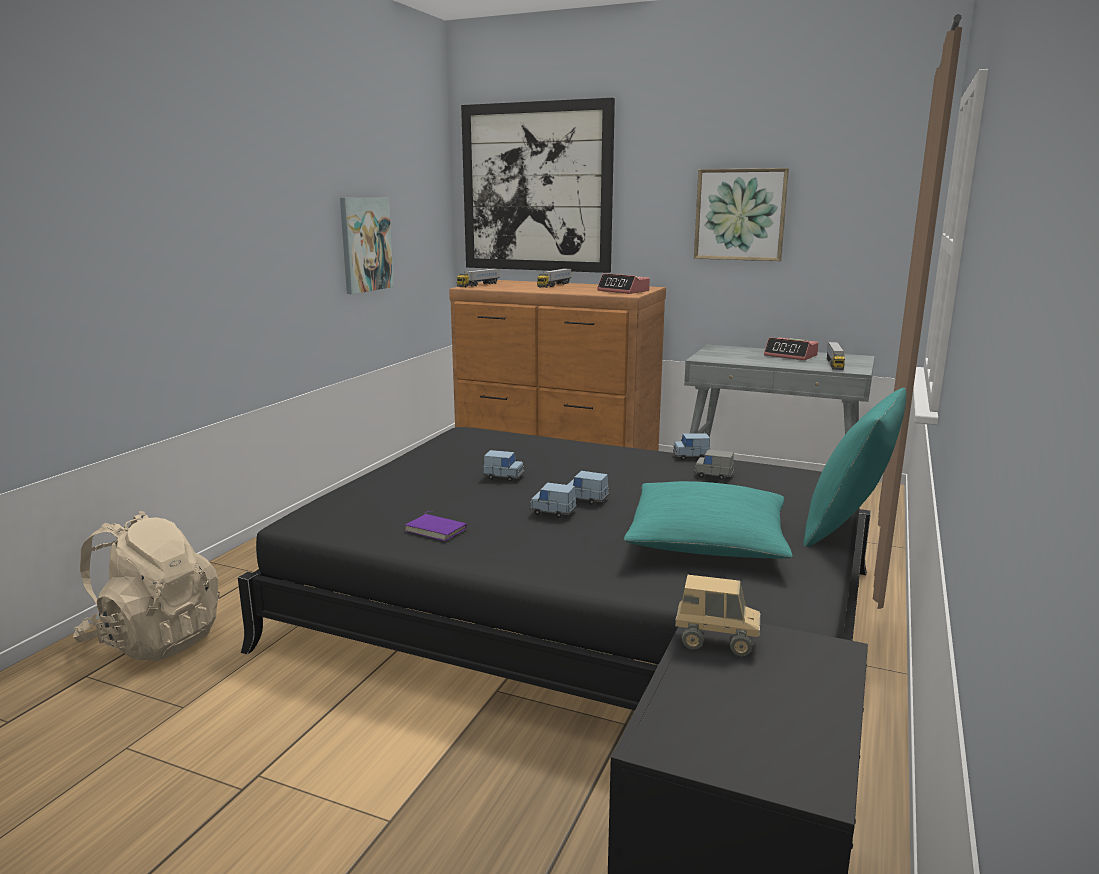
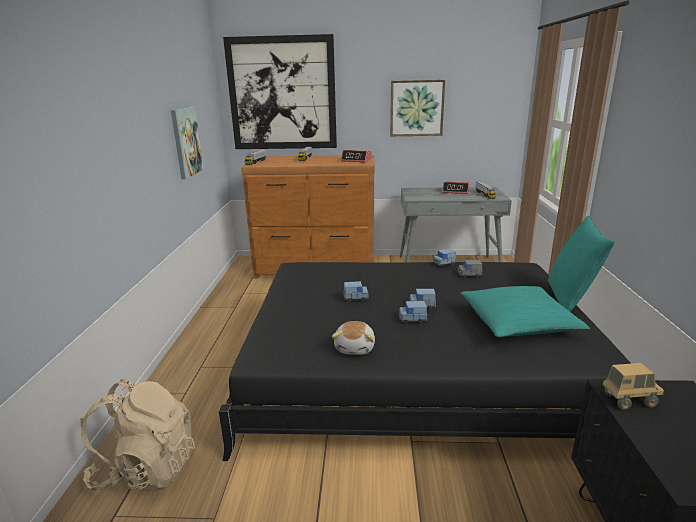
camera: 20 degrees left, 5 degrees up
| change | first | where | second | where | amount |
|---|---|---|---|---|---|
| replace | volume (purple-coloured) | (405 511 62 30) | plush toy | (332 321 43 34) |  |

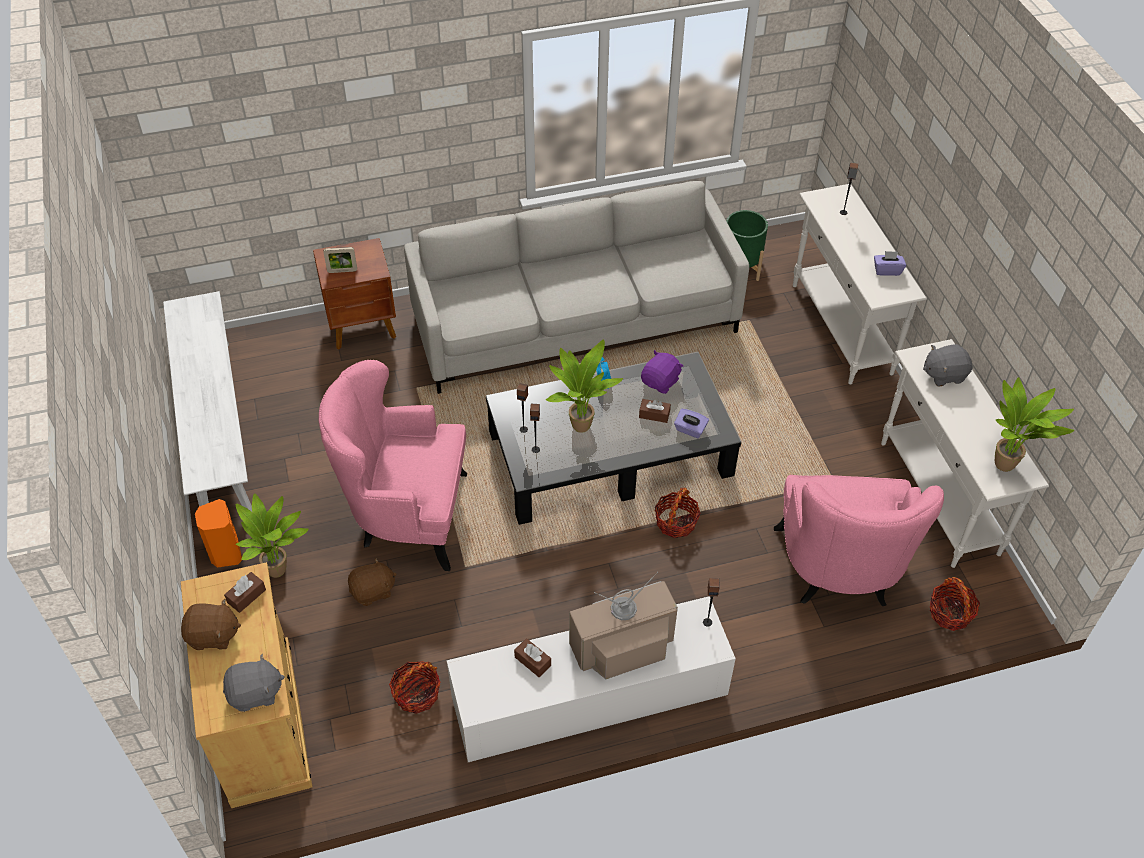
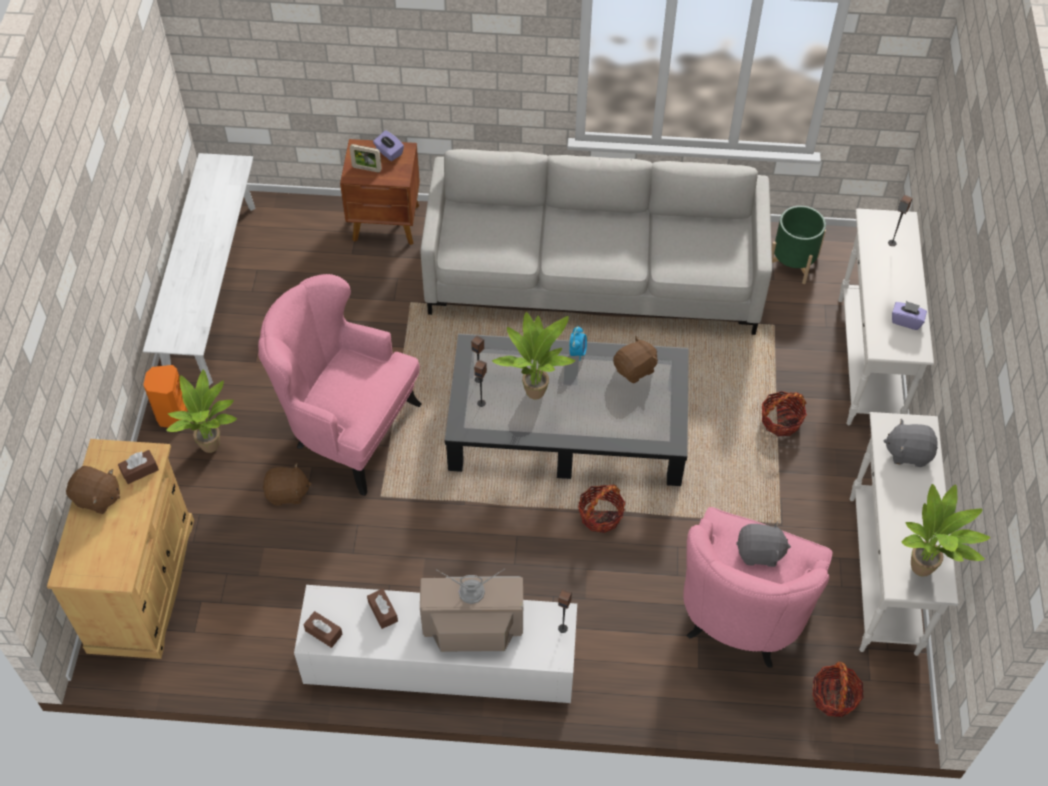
camera: 20 degrees right, 5 degrees up
| change | first | where | second | where | amount |
|---|---|---|---|---|---|
| move | tissue box (brownish) | (639 399 32 24) |  | (303 611 40 37) |  |
| move | tissue box (purple-coloured) | (674 409 35 29) |  | (373 131 31 30) |  |
| recolor | plush toy (purple-coloured) | (641 350 42 44) | plush toy (brownish) | (613 336 45 47) |  |
| move | plush toy (gray) | (223 654 61 58) |  | (736 521 55 46) |  |
| move | household basket | (389 661 51 53) |  | (762 391 45 45) |  |

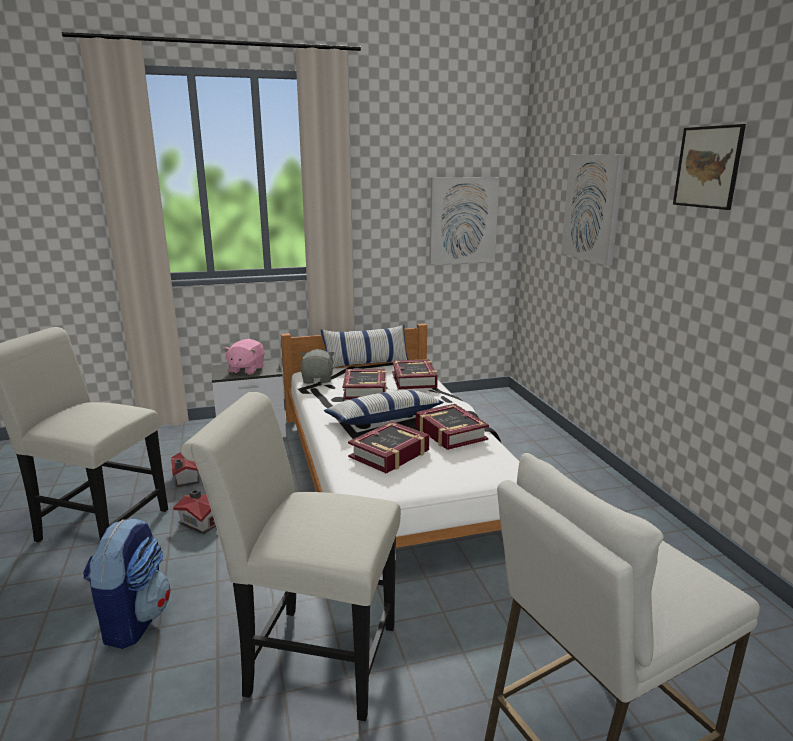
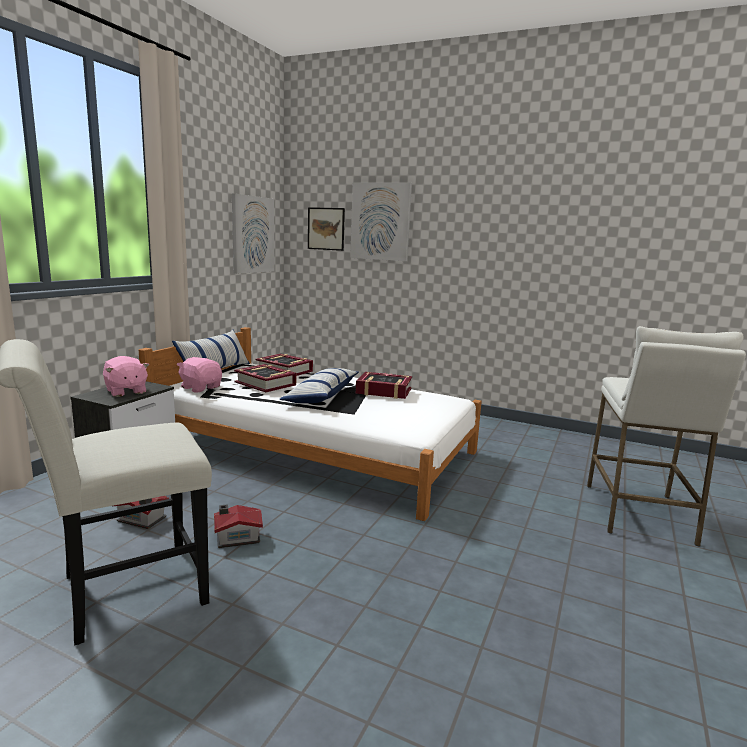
camera: 50 degrees left, 5 degrees down
| change | first | where | second | where | amount |
|---|---|---|---|---|---|
| recolor | plush toy (gray) | (300 349 35 35) | plush toy (pink) | (177 357 45 36) |  |
| move | wall art | (673 124 73 86) |  | (308 207 37 44) |  |
| delete | knapsack | (83 518 88 131) |  |  |  |
| delete | plain chair (whitish) | (180 392 221 329) |  |  |  |
| delete | volume | (348 421 81 53) |  |  |  |

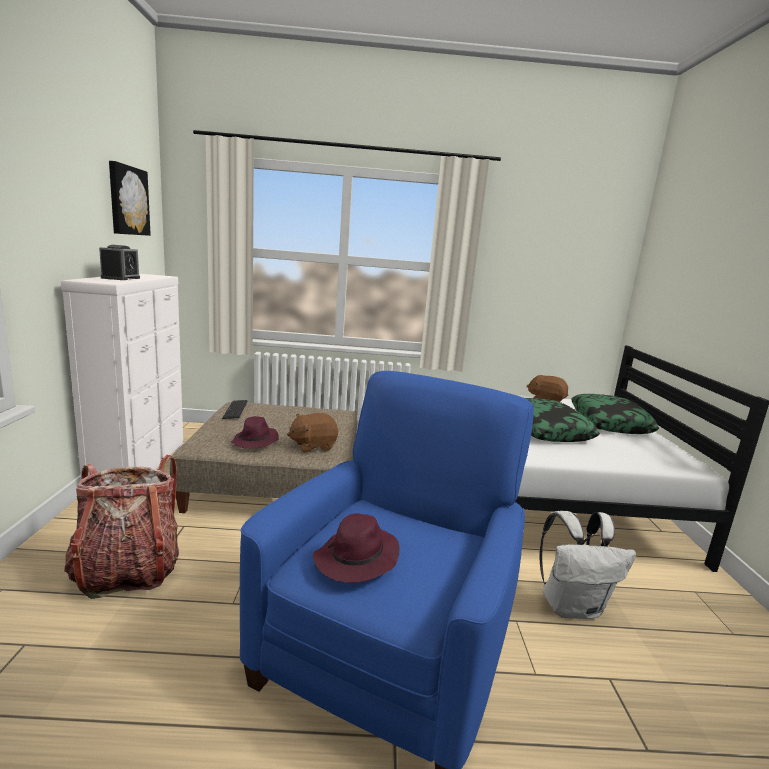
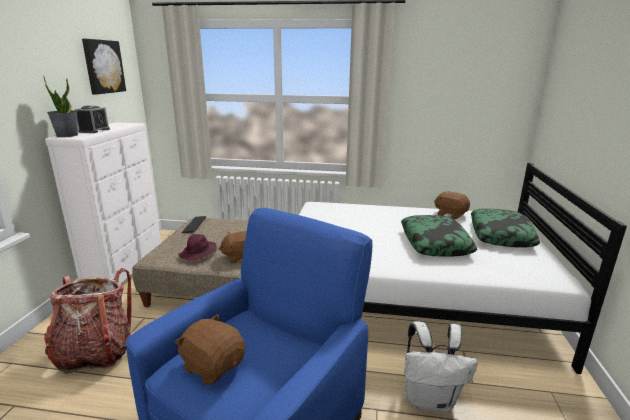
camera: 10 degrees right, 5 degrees up
| change | first | where | second | where | amount |
|---|---|---|---|---|---|
| insert |  |  | potted plant | (43 76 35 61) |  |
| replace | clothing hat (purple-coloured) | (313 513 86 70) | plush toy (brownish) | (175 314 70 72) |  |

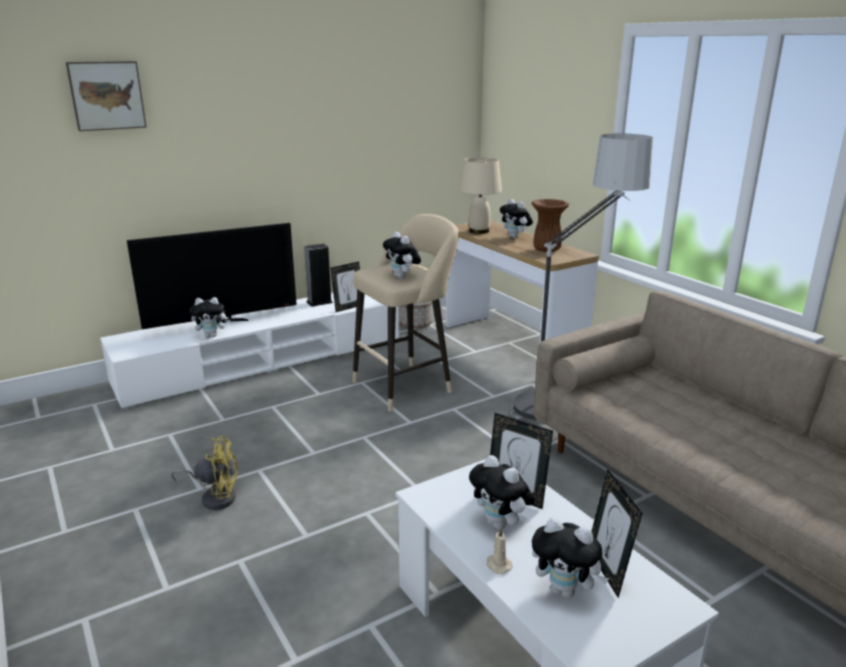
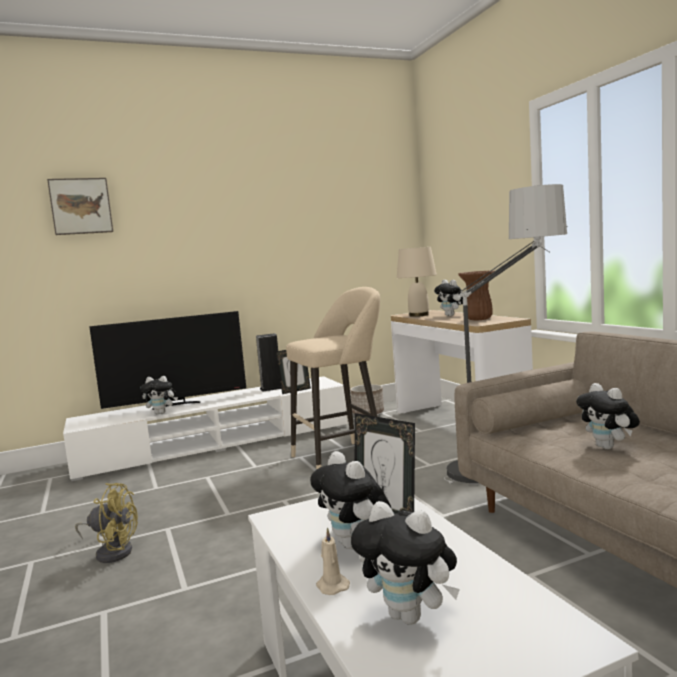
camera: 10 degrees right, 15 degrees down
| change | first | where | second | where | amount |
|---|---|---|---|---|---|
| move | plush toy | (383 232 38 46) |  | (576 383 64 66) |  |
| delete | picture frame | (592 469 51 129) |  |  |  |

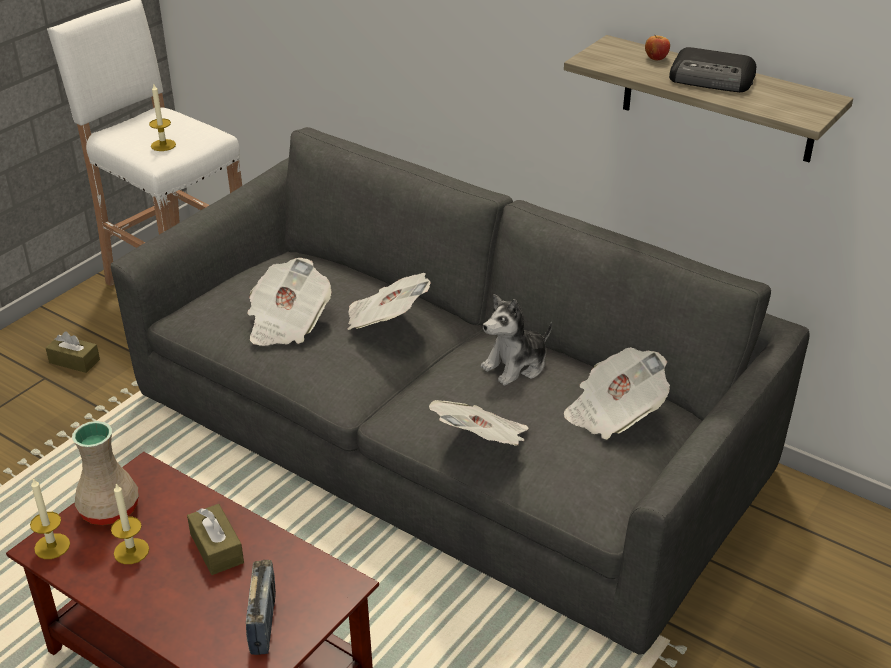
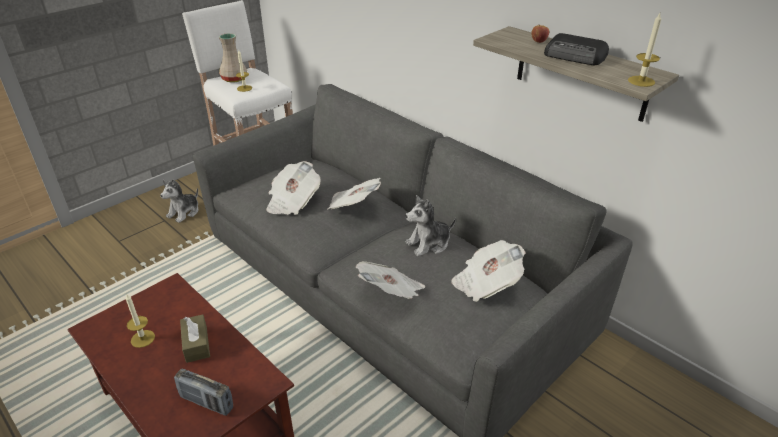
camera: 10 degrees right, 0 degrees up
| change | first | where | second | where | amount |
|---|---|---|---|---|---|
| replace | tissue box (brownish) | (46 331 54 42) | plush toy | (160 179 39 44) |  |
| rotate | radio set | (246 560 30 95) |  | (174 369 59 47) | 105 degrees clockwise |
| move | vase (beige-coloured) | (72 421 67 104) |  | (219 33 28 49) |  |
| move | wax candle | (30 478 40 81) |  | (628 13 33 74) |  |

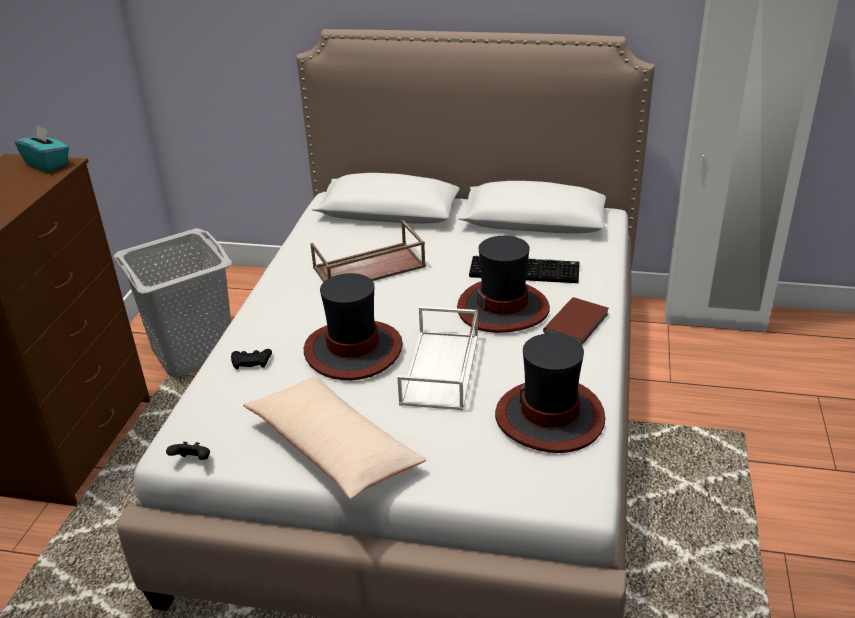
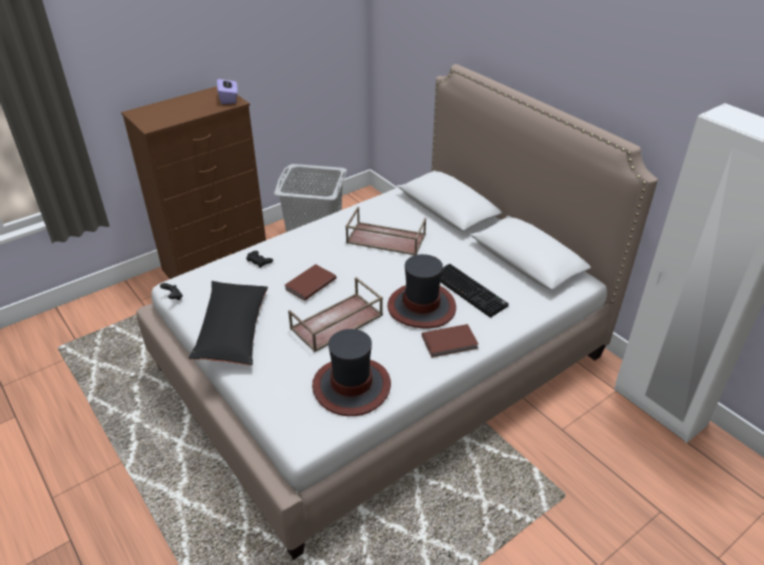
camera: 40 degrees right, 5 degrees up
| change | first | where | second | where | amount |
|---|---|---|---|---|---|
| recolor | cushion (beige-coloured) | (243 376 183 123) | cushion (black-coloured) | (188 281 80 84) |  |
| recolor | tissue box (turquoise) | (15 125 54 47) | tissue box (purple-coloured) | (217 78 21 26) |  |
| replace | clothing hat | (304 273 99 107) | volume (brownish) | (285 264 52 37) |  |
| recolor | serving tray (whitish) | (397 306 81 105) | serving tray (brownish) | (288 277 95 75) |  |

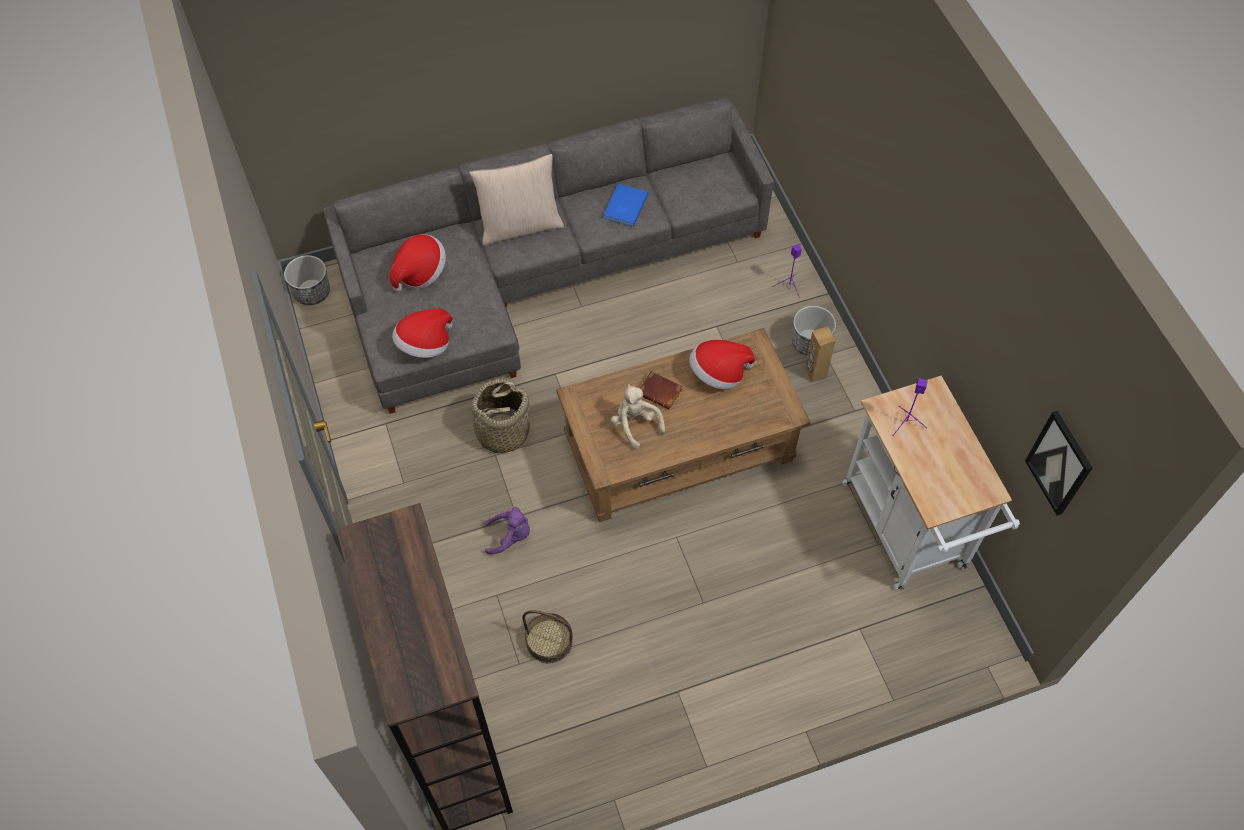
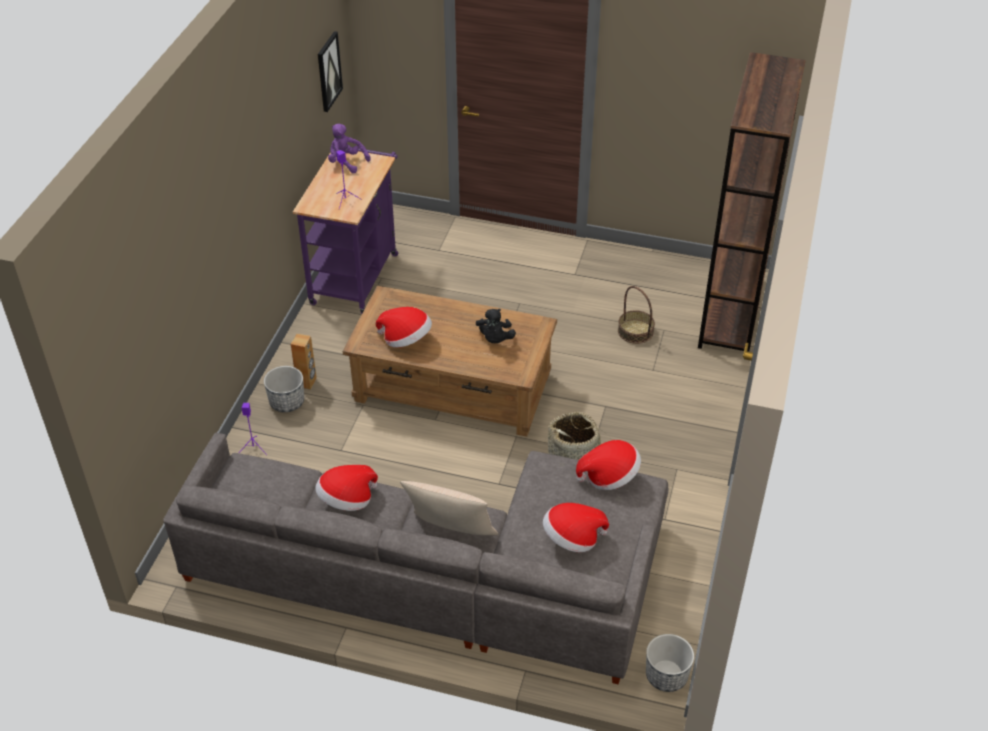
camera: 145 degrees left, 15 degrees down
| change | first | where | second | where | amount |
|---|---|---|---|---|---|
| recolor | cart (whitish) | (842 376 178 214) | cart (purple-coloured) | (293 147 105 167) |  |
| replace | volume (blue-coloured) | (603 184 46 43) | clothing hat | (315 465 63 46) |  |
| move | plush toy (purple-coloured) | (484 507 46 47) |  | (328 124 42 49) |  |
| recolor | plush toy (beige-coloured) | (611 384 54 66) | plush toy (black-coloured) | (476 309 40 34) |  |
| delete | volume (brownish) | (640 371 43 39) |  |  |  |

